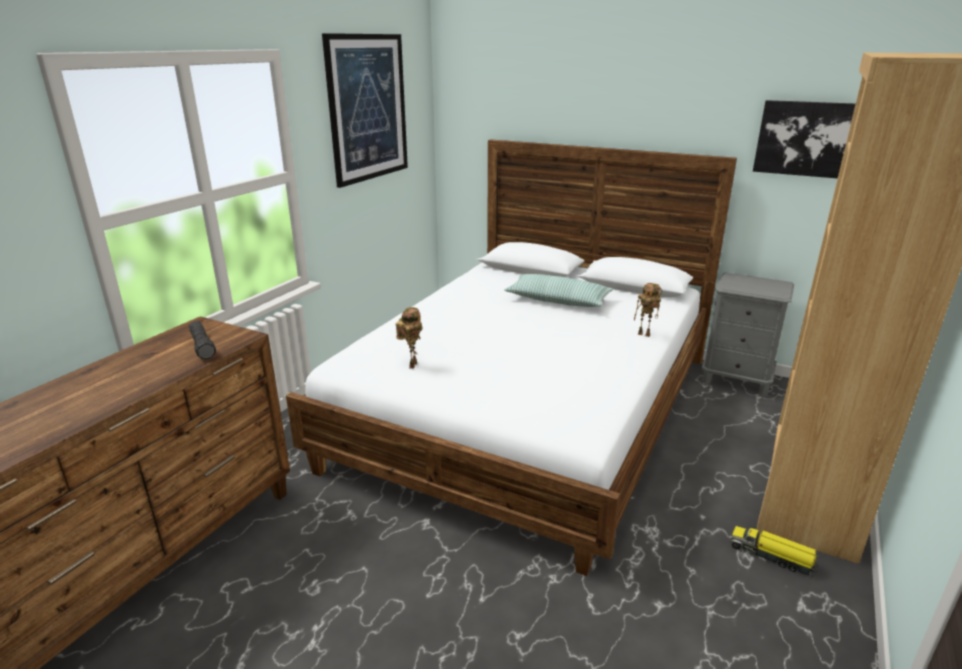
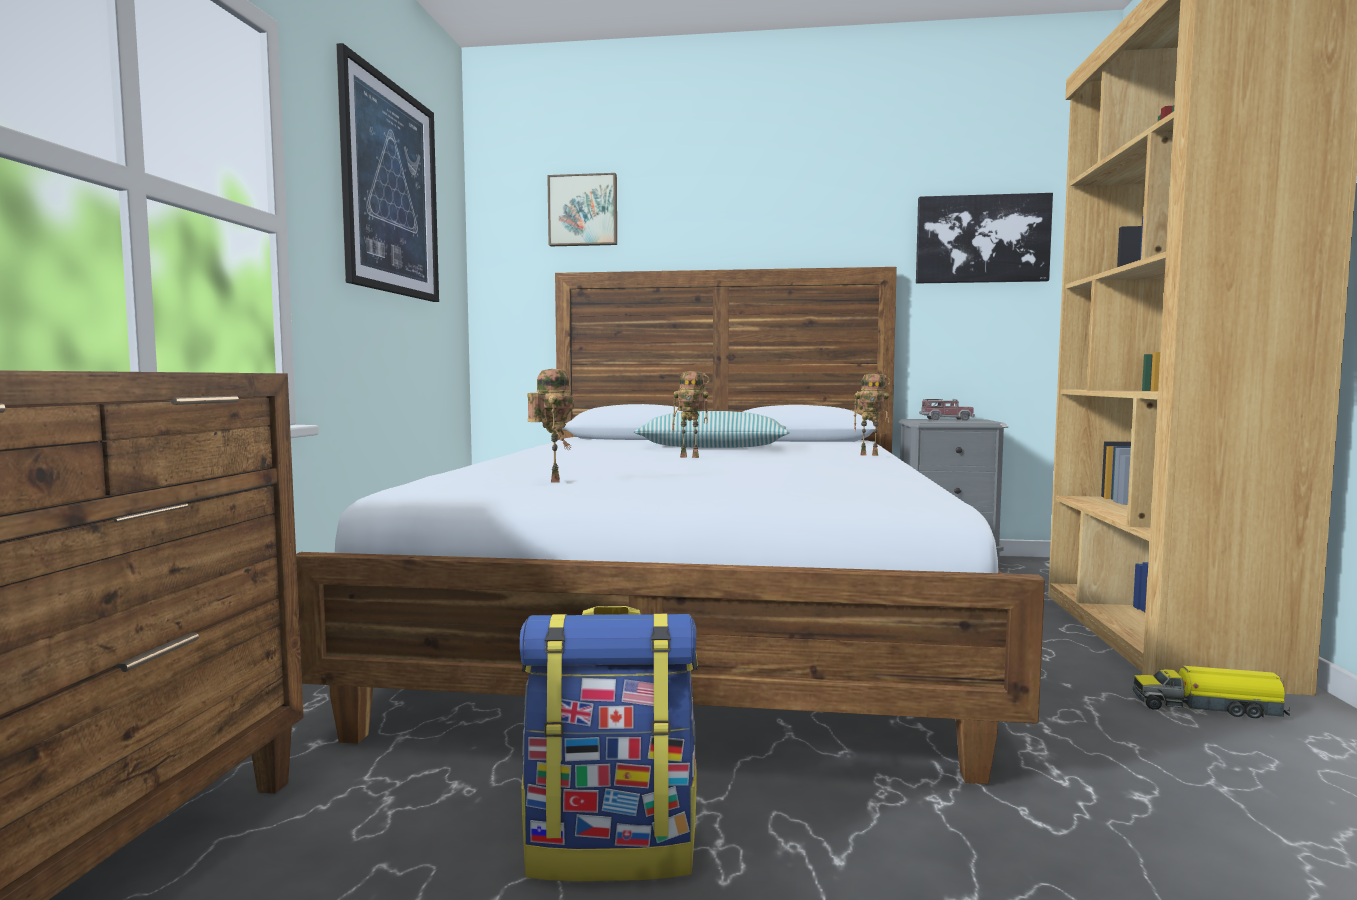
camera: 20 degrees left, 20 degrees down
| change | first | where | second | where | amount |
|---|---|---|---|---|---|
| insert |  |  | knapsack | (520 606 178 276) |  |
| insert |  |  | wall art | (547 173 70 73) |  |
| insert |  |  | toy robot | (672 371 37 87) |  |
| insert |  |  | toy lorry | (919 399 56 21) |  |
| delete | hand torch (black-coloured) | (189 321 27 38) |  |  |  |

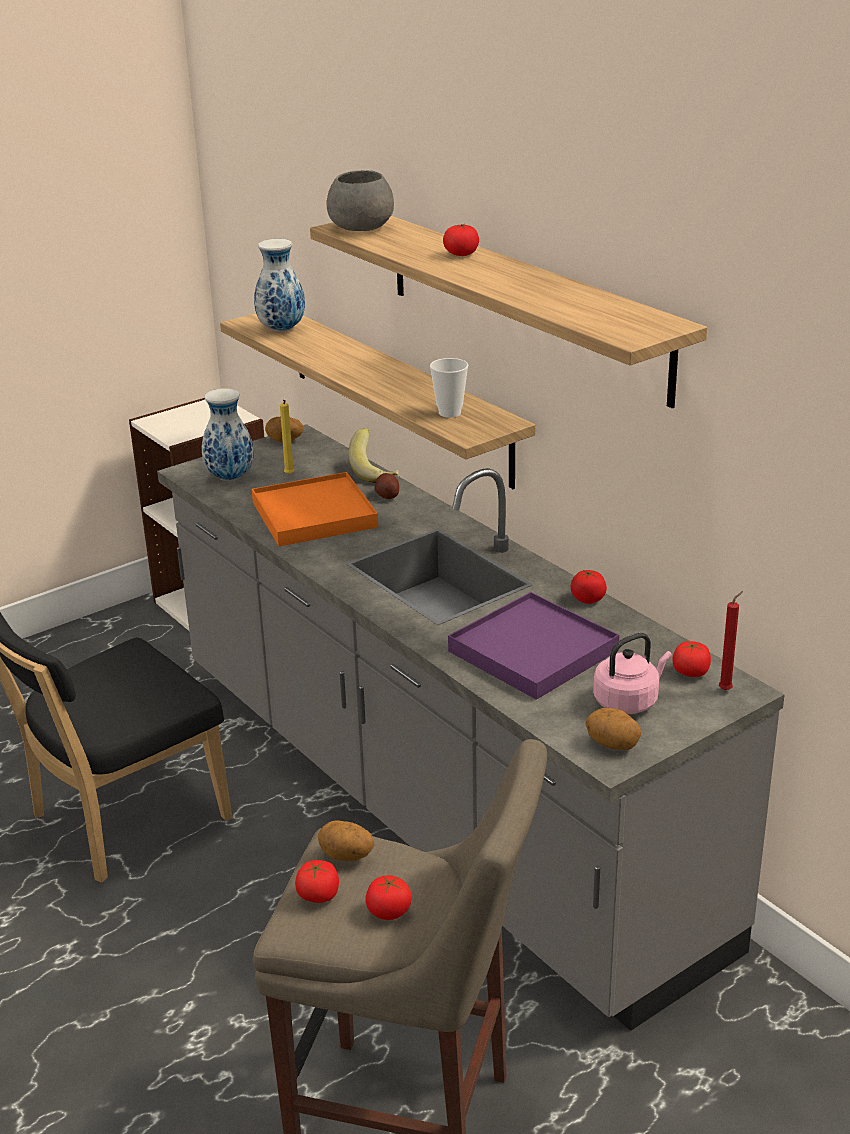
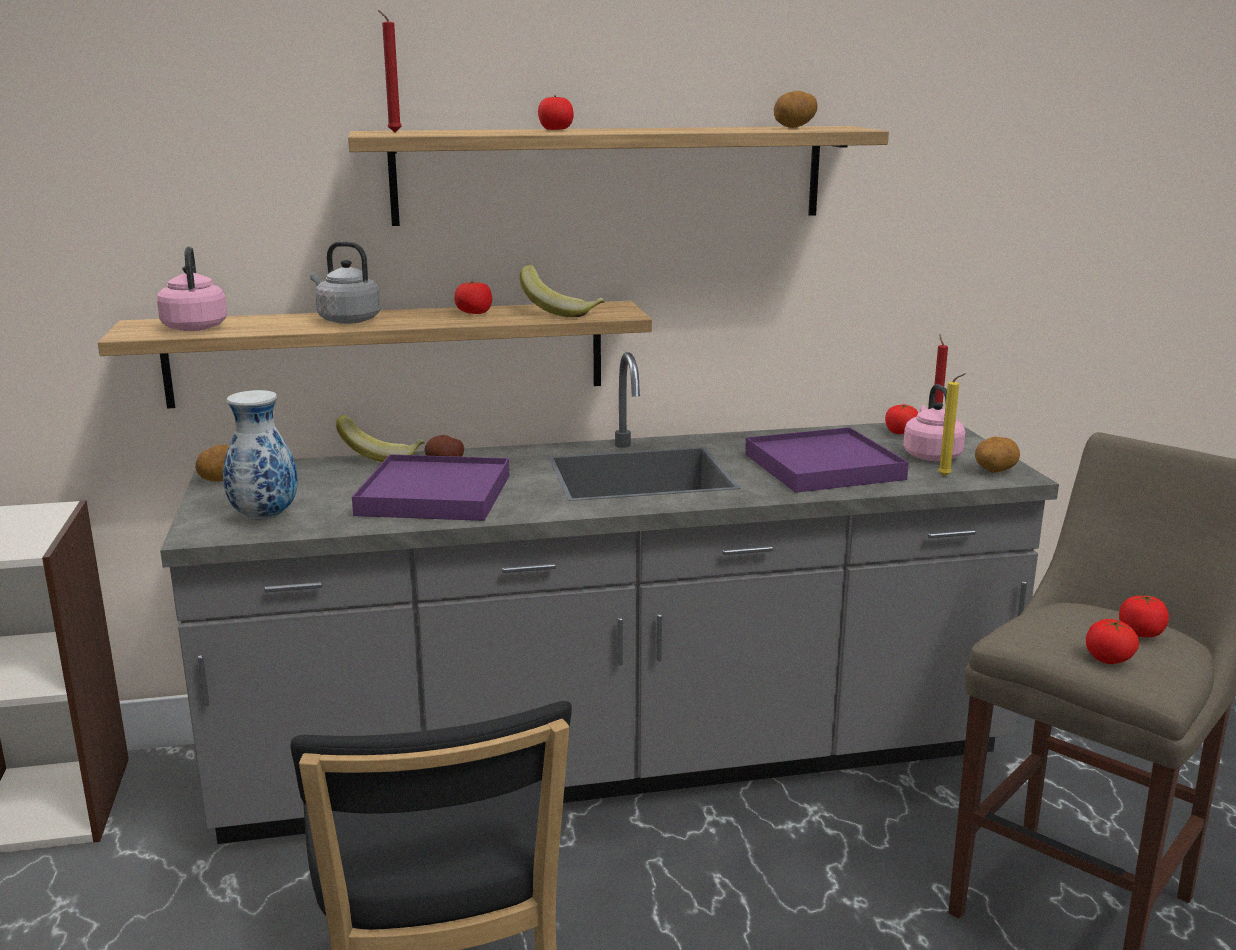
camera: 65 degrees left, 10 degrees down
| change | first | where | second | where | amount |
|---|---|---|---|---|---|
| replace | vase | (254 239 51 93) | tea kettle (pink) | (157 246 70 85) |  |
| insert |  |  | tea kettle (gray) | (310 242 71 82) |  |
| recolor | serving tray (orangey) | (252 472 126 74) | serving tray (purple-coloured) | (352 454 158 67) |  |
| replace | deep dish (gray) | (327 170 67 61) | wax candle (red-coloured) | (378 10 24 122) |  |
| move | tomato | (571 570 36 34) |  | (454 281 38 33) |  |
| replace | cup | (430 358 38 60) | banana fruit | (520 265 85 53) |  |
| move | whole potato | (318 821 57 40) |  | (774 91 44 37) |  |
| move | wax candle (yellow) | (280 400 15 75) |  | (938 373 29 103) |  |

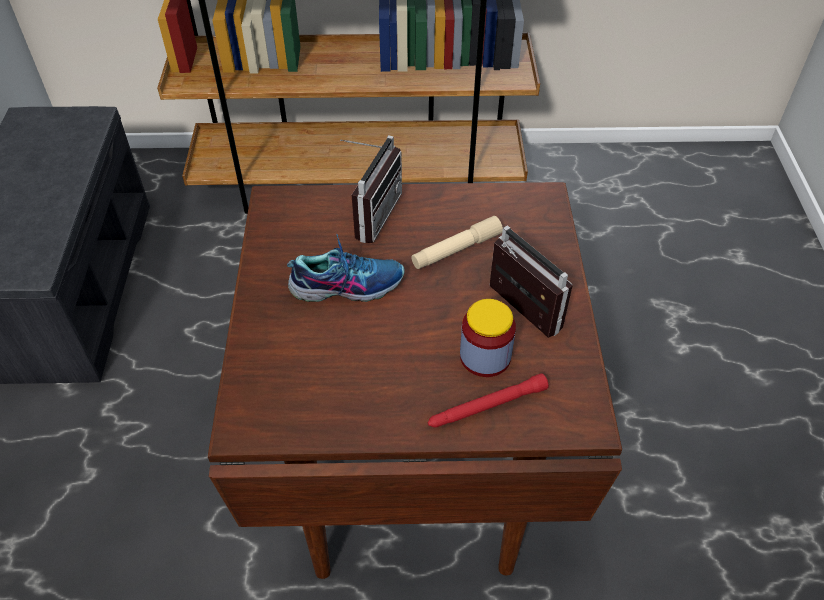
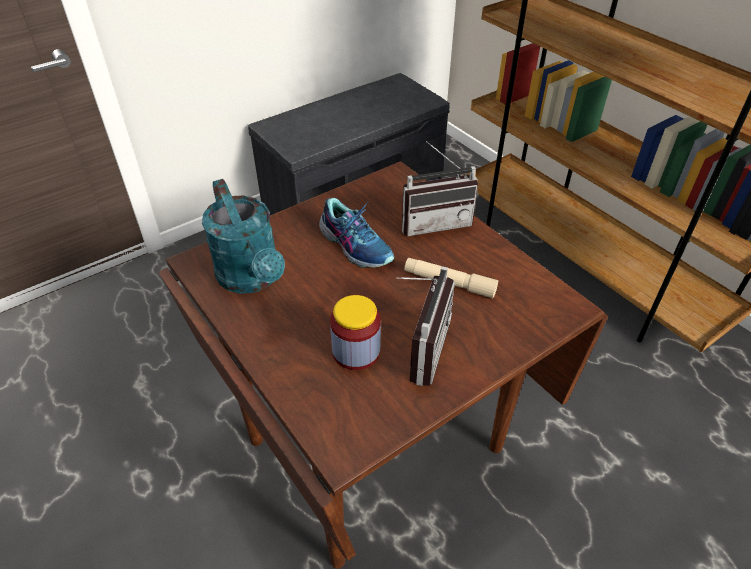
camera: 55 degrees right, 5 degrees down
| change | first | where | second | where | amount |
|---|---|---|---|---|---|
| insert |  |  | watering pot (turquoise) | (202 179 83 115) |  |
| delete | hand torch (red-coloured) | (428 373 121 55) |  |  |  |

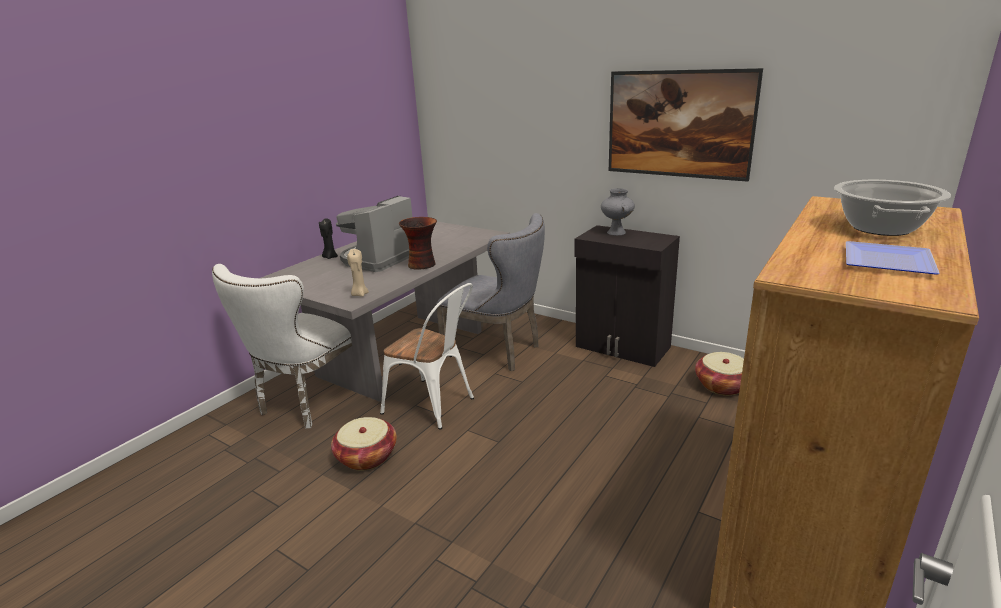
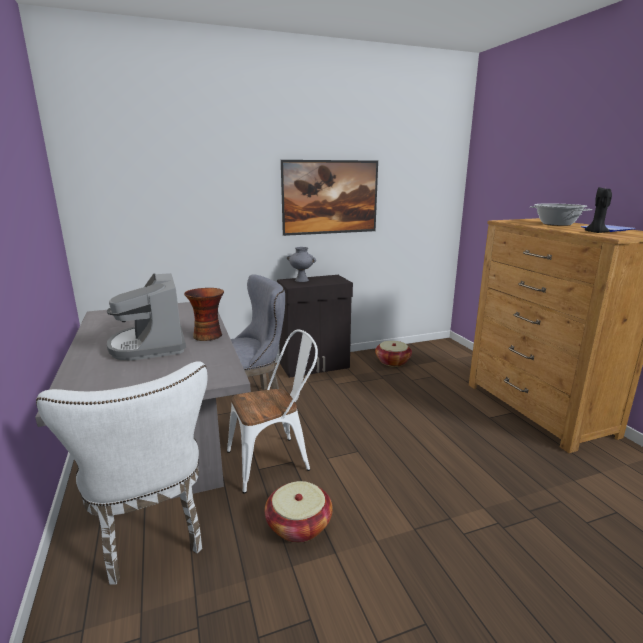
camera: 55 degrees left, 5 degrees down
| change | first | where | second | where | amount |
|---|---|---|---|---|---|
| move | wax candle (black-coloured) | (319 218 19 41) |  | (585 187 27 46) |  |
| delete | wax candle (beige-coloured) | (347 249 22 48) |  |  |  |

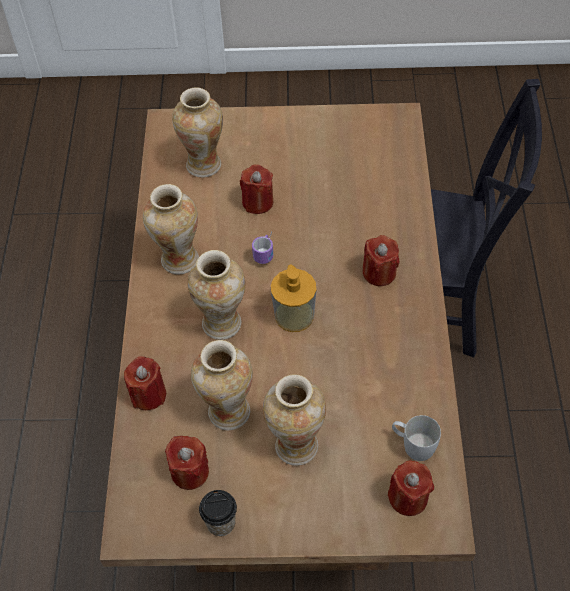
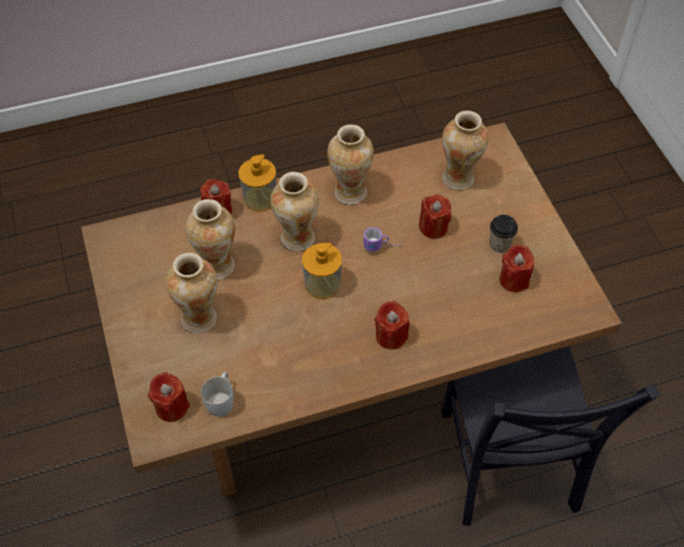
camera: 70 degrees right, 0 degrees up
| change | first | where | second | where | amount |
|---|---|---|---|---|---|
| insert |  |  | liquid soap bottle | (238 154 38 58) |  |
| move | cup | (199 490 38 46) |  | (489 215 29 38) |  |
| move | wax candle (red-coloured) | (165 436 44 54) |  | (499 245 35 47) |  |

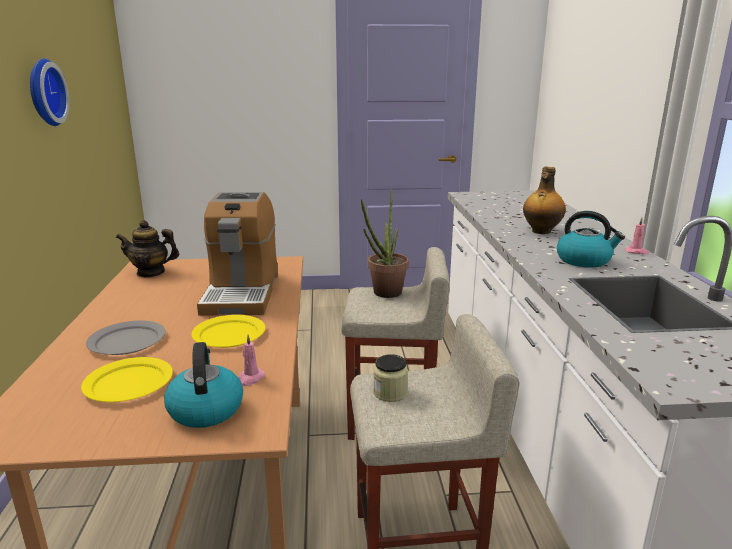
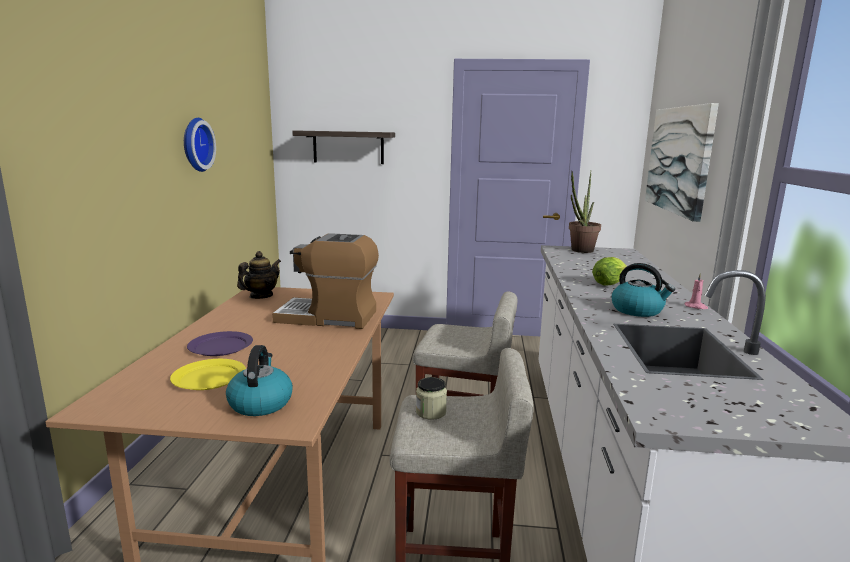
camera: 10 degrees right, 5 degrees down
| change | first | where | second | where | amount |
|---|---|---|---|---|---|
| recolor | dinner plate (gray) | (86 321 80 34) | dinner plate (purple-coloured) | (187 331 66 25) |  |
| rotate | pot for tea | (116 220 63 57) |  | (237 251 44 48) | 120 degrees clockwise |
| rotate | coffee machine | (197 192 81 124) |  | (272 233 107 96) | 90 degrees clockwise |
| insert |  |  | shelf | (292 131 103 33) |  |
| move | potted plant | (361 188 48 110) |  | (569 171 32 82) |  |
| replace | drink bottle | (523 166 43 68) | head of lettuce | (592 257 35 29) |  |
| insert |  |  | wall art | (645 103 74 119) |  |
| delete | dinner plate (yellow) | (191 315 74 33) |  |  |  |
| delete | wax candle (pink) | (238 335 27 51) |  |  |  |

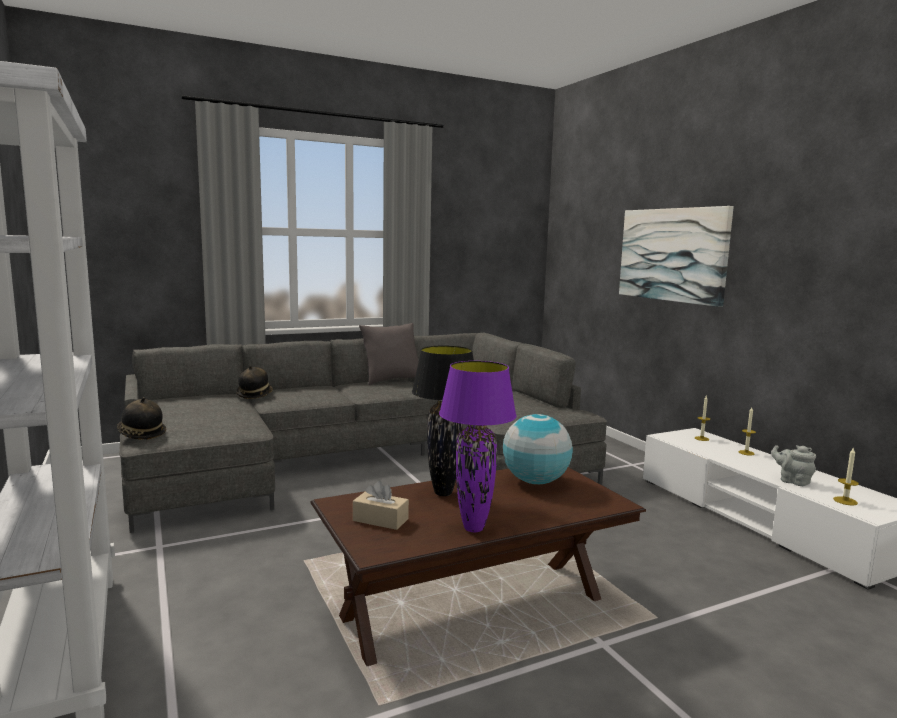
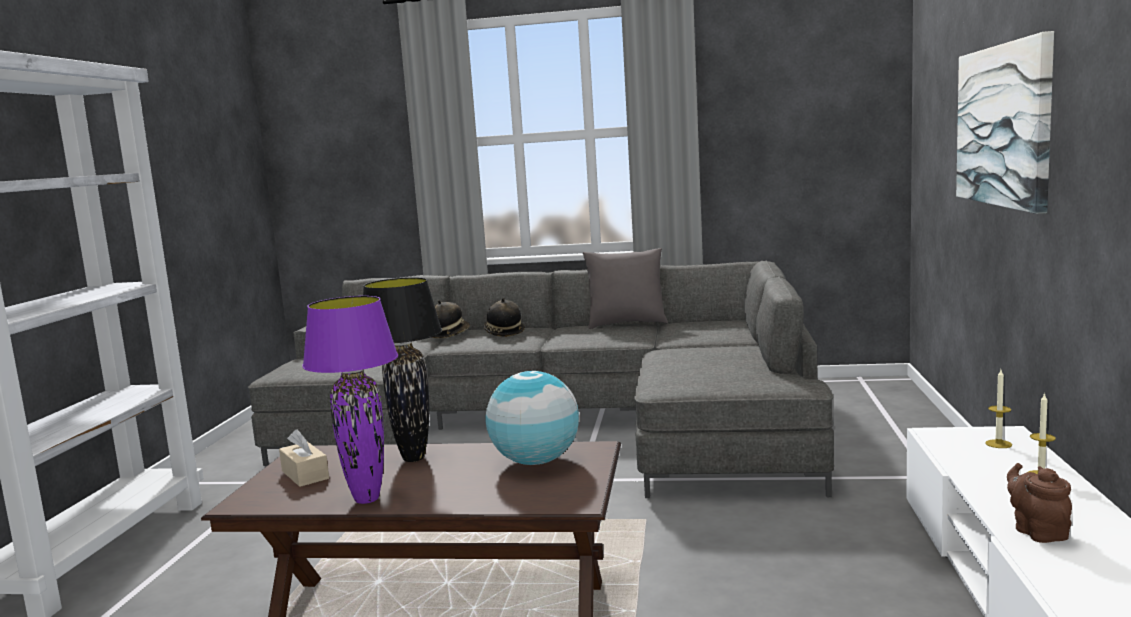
camera: 35 degrees right, 0 degrees up
| change | first | where | second | where | amount |
|---|---|---|---|---|---|
| move | clothing hat | (117 397 49 43) |  | (484 298 41 39) |  |
| recolor | pot for tea (gray) | (771 445 45 41) | pot for tea (brownish) | (1007 463 65 80) |  |
| delete | wax candle | (833 447 26 59) |  |  |  |

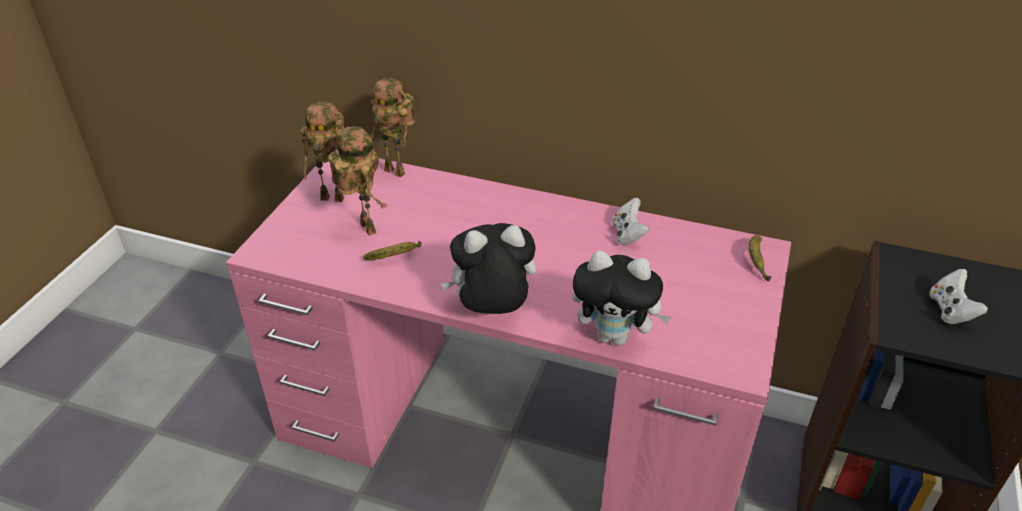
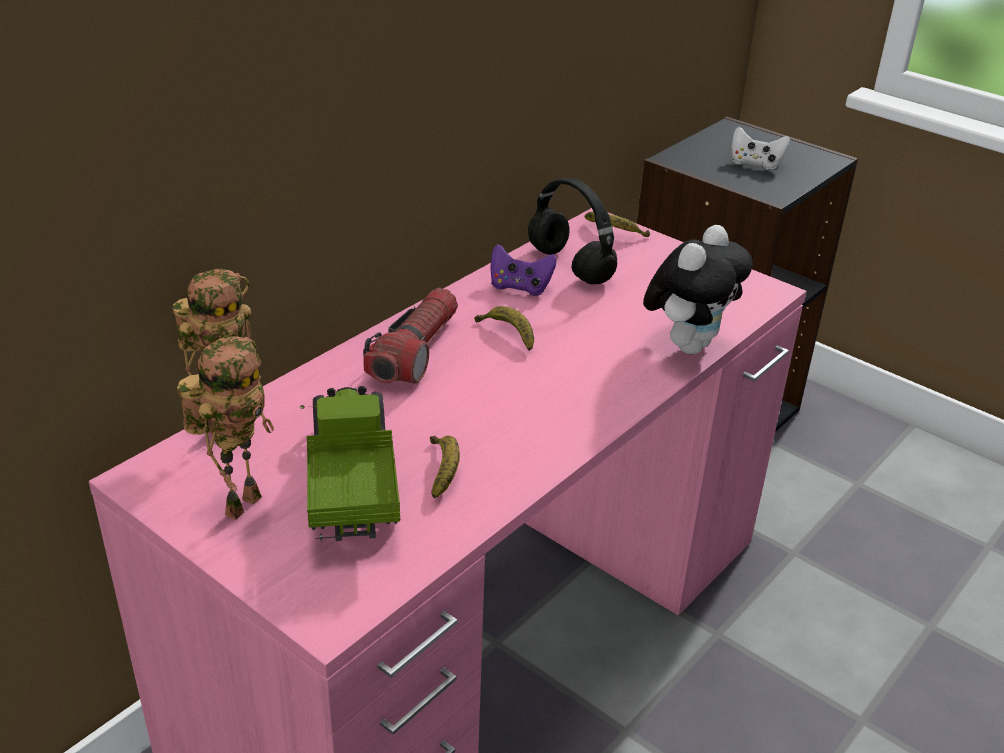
camera: 70 degrees left, 5 degrees down
| change | first | where | second | where | amount |
|---|---|---|---|---|---|
| replace | toy robot | (328 126 60 110) | toy lorry | (300 386 100 155) |  |
| insert |  |  | hand torch | (363 288 95 96) |  |
| insert |  |  | banana fruit | (474 306 60 45) |  |
| recolor | game controller (whitish) | (612 198 37 47) | game controller (purple-coloured) | (490 244 67 52) |  |
| insert |  |  | headphones (black-coloured) | (528 178 89 106) |  |
| delete | plush toy | (441 223 95 91) |  |  |  |

